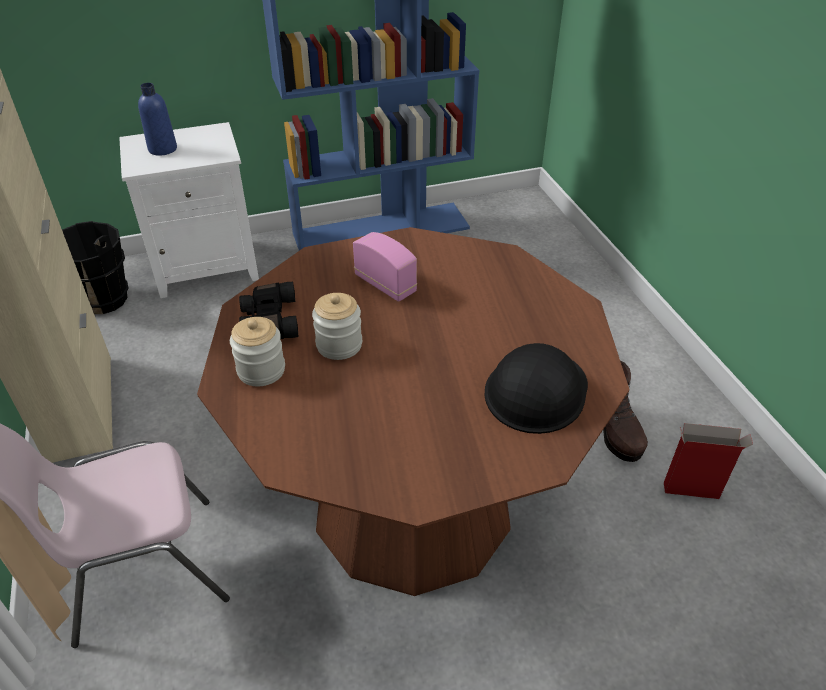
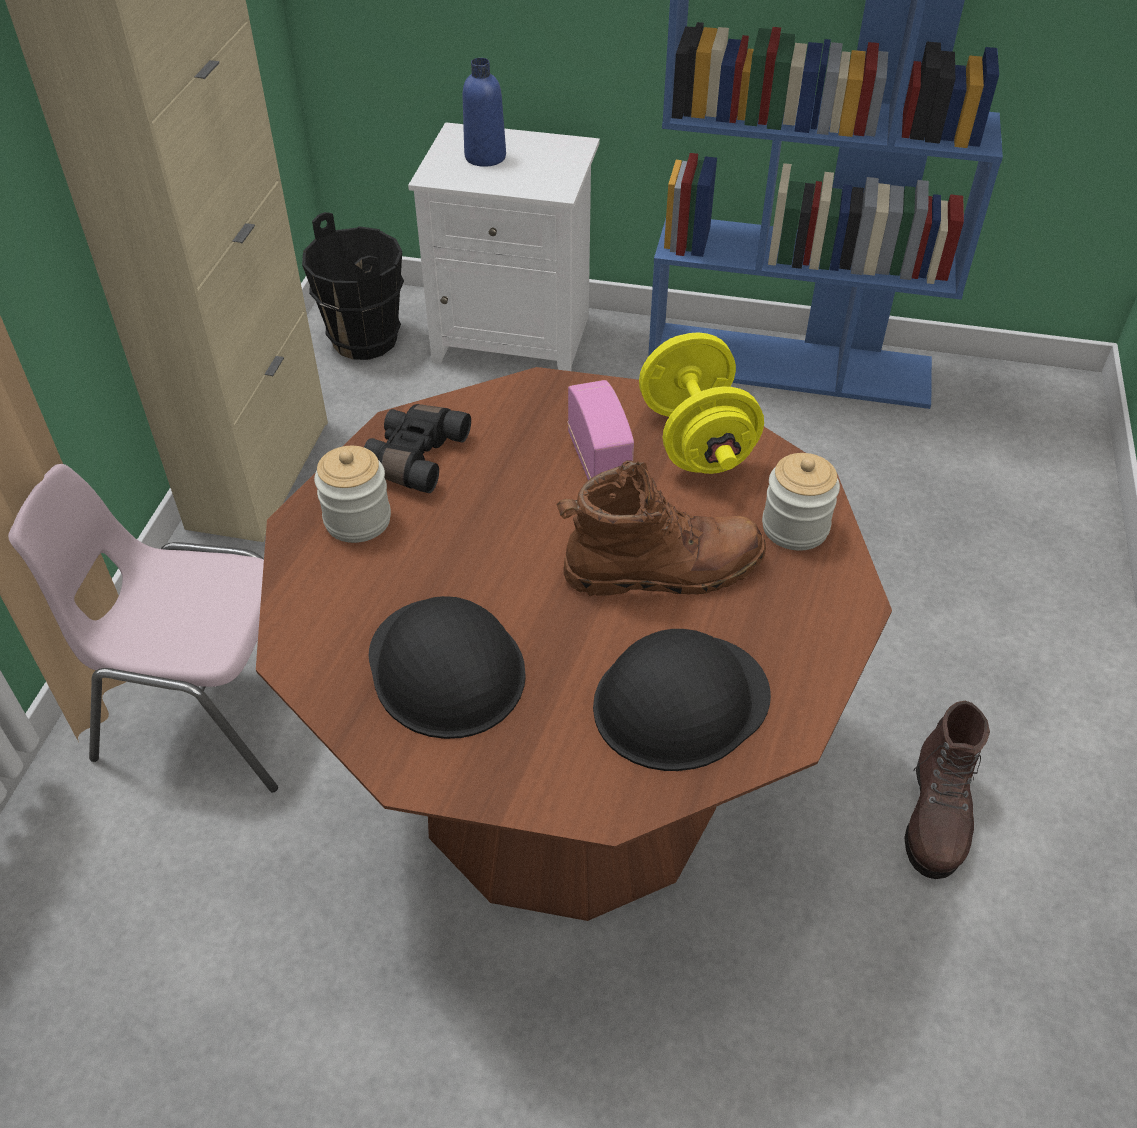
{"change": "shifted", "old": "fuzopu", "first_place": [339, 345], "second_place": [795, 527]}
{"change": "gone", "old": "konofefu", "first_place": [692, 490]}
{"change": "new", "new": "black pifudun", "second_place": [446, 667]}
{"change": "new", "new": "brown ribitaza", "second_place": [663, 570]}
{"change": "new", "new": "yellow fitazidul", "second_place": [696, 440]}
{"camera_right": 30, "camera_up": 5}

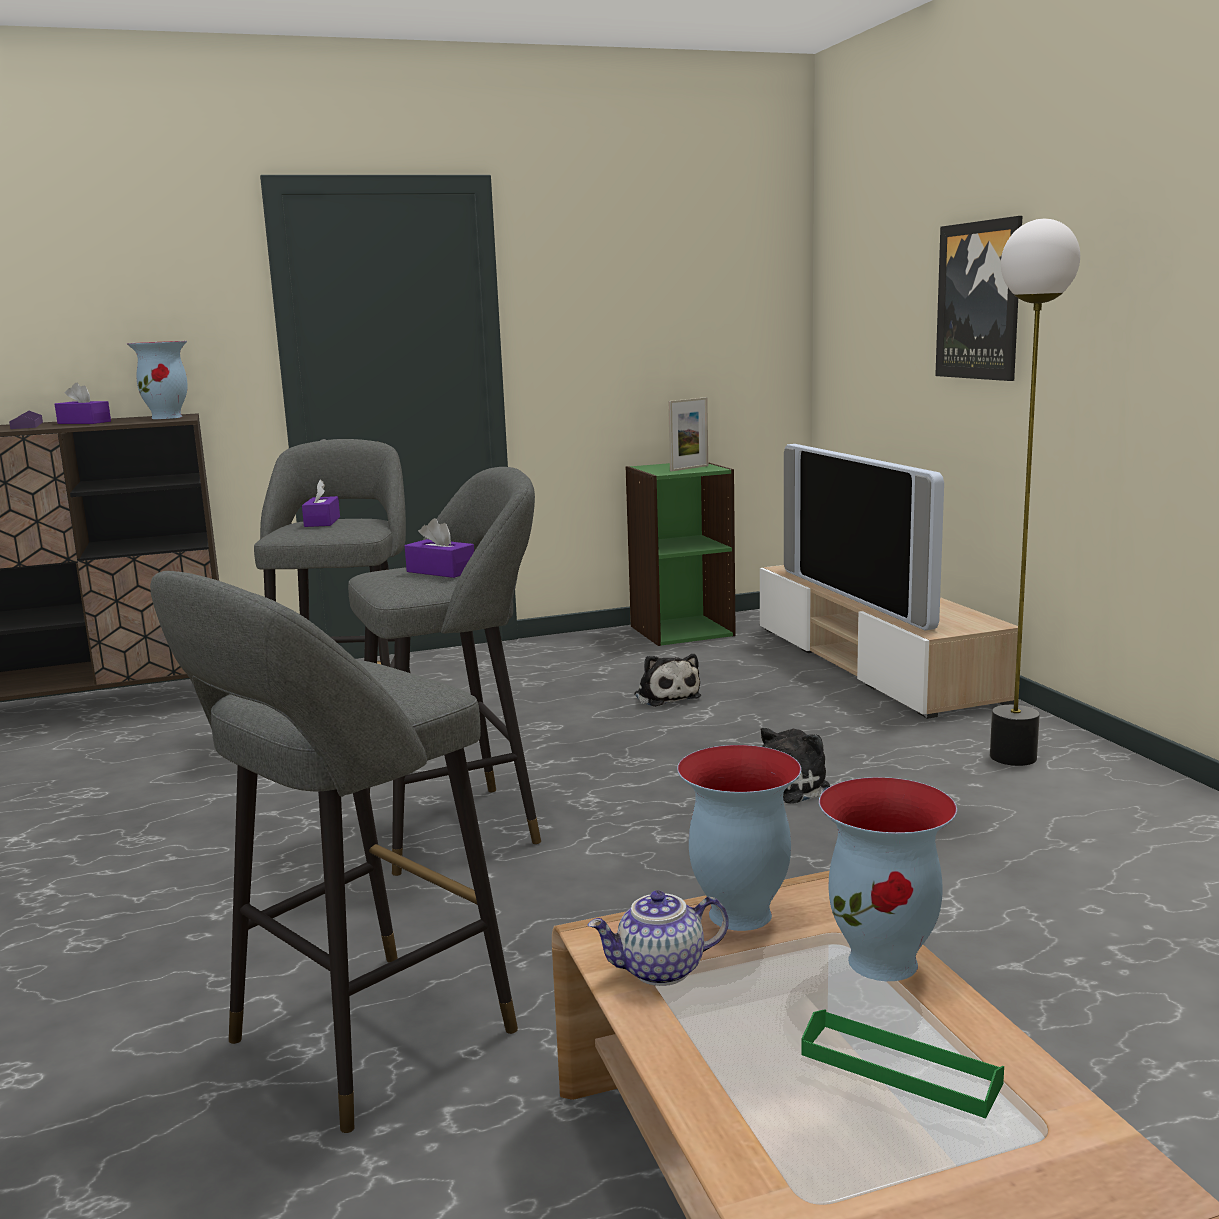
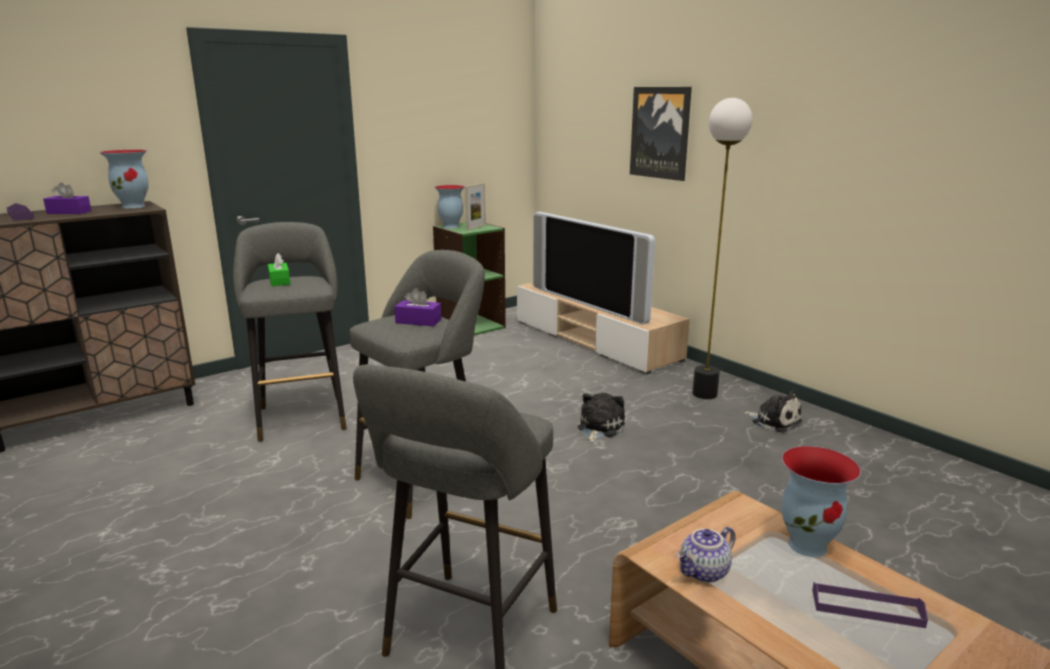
{"change": "repainted", "old": "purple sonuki", "new": "green sonuki", "first_place": [322, 522], "second_place": [279, 281]}
{"change": "shifted", "old": "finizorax", "first_place": [666, 696], "second_place": [774, 421]}
{"change": "shifted", "old": "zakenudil", "first_place": [738, 915], "second_place": [450, 226]}
{"change": "repainted", "old": "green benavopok", "new": "purple benavopok", "first_place": [899, 1069], "second_place": [867, 608]}
{"camera_right": -20, "camera_up": 5}

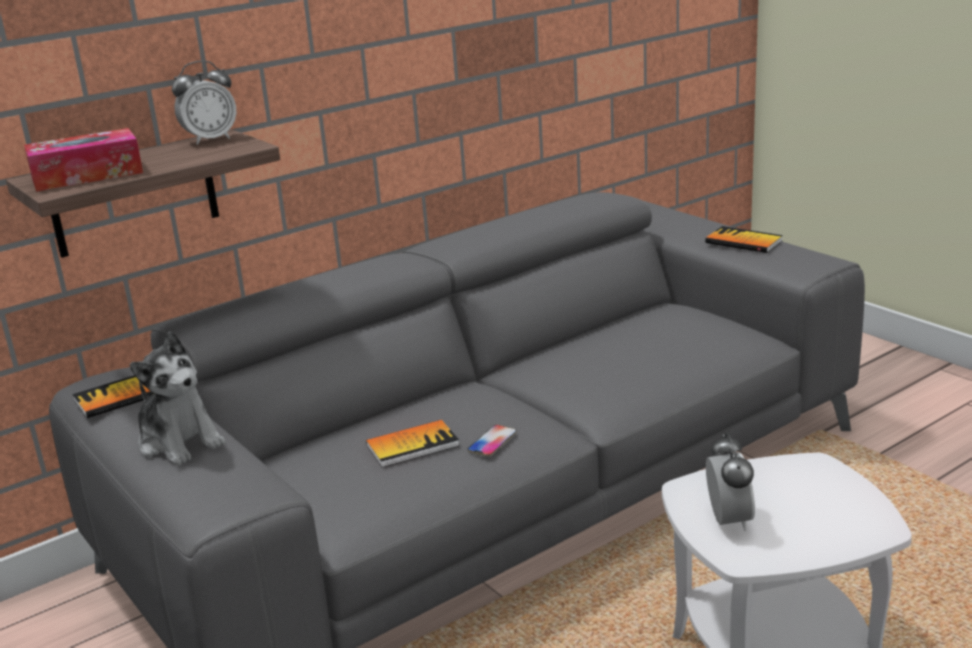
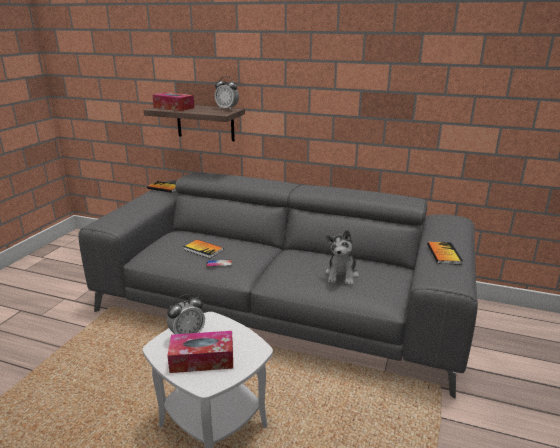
{"change": "shifted", "old": "finizorax", "first_place": [180, 441], "second_place": [342, 275]}
{"change": "new", "new": "sonuki", "second_place": [202, 359]}
{"camera_right": 55, "camera_up": 0}

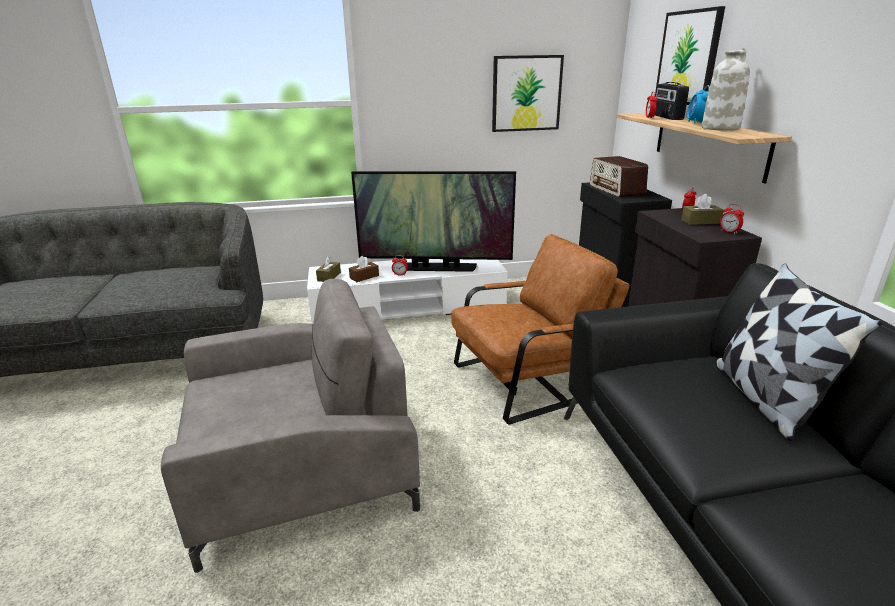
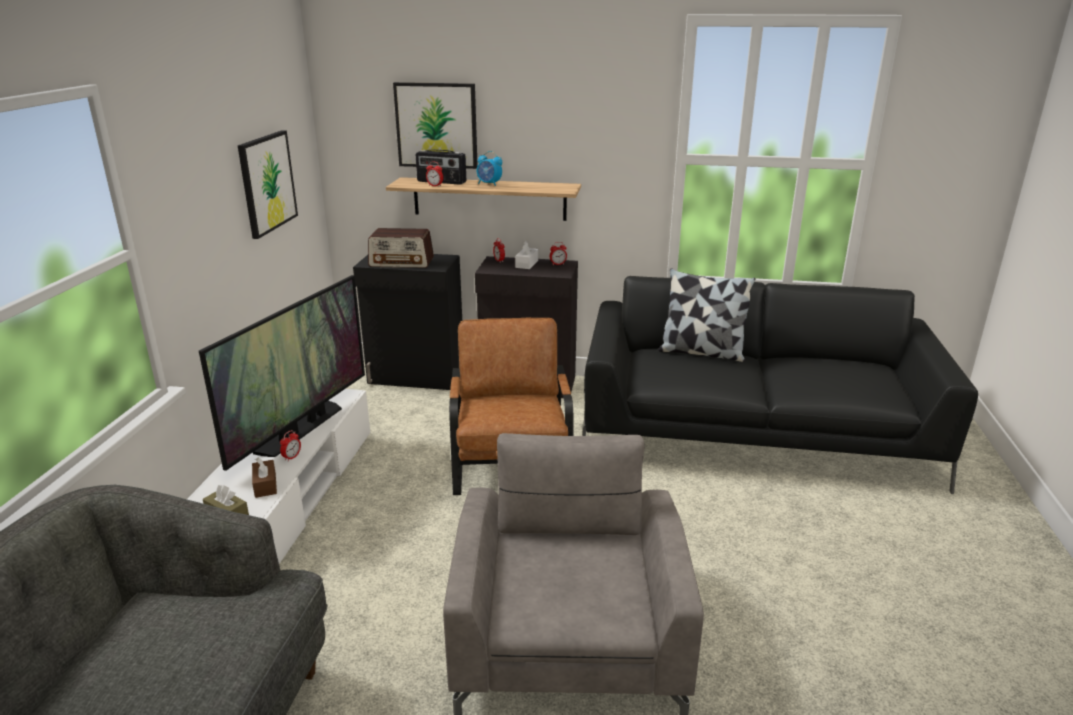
{"change": "repainted", "old": "brown sonuki", "new": "white sonuki", "first_place": [700, 221], "second_place": [526, 264]}
{"change": "gone", "old": "white zakenudil", "first_place": [720, 128]}
{"camera_right": -70, "camera_up": 0}

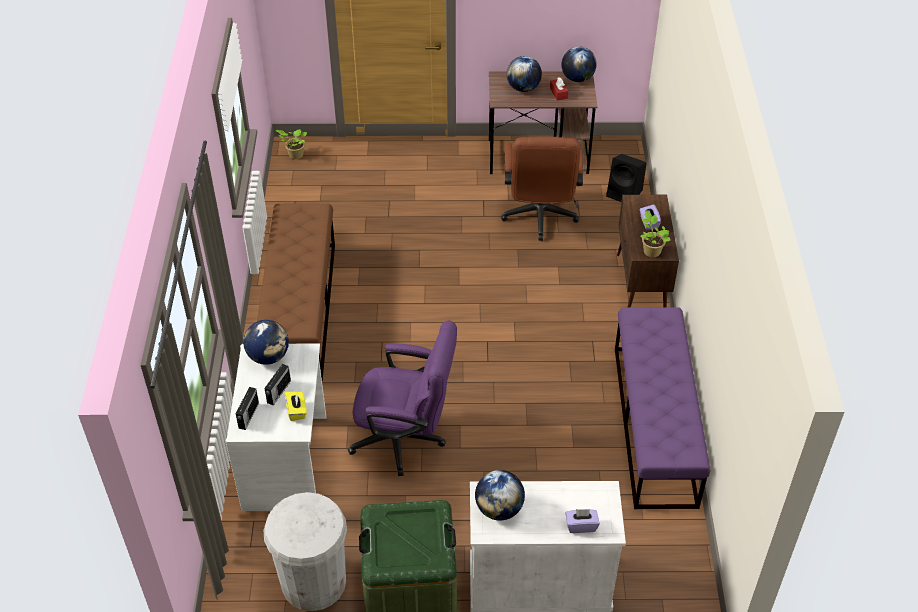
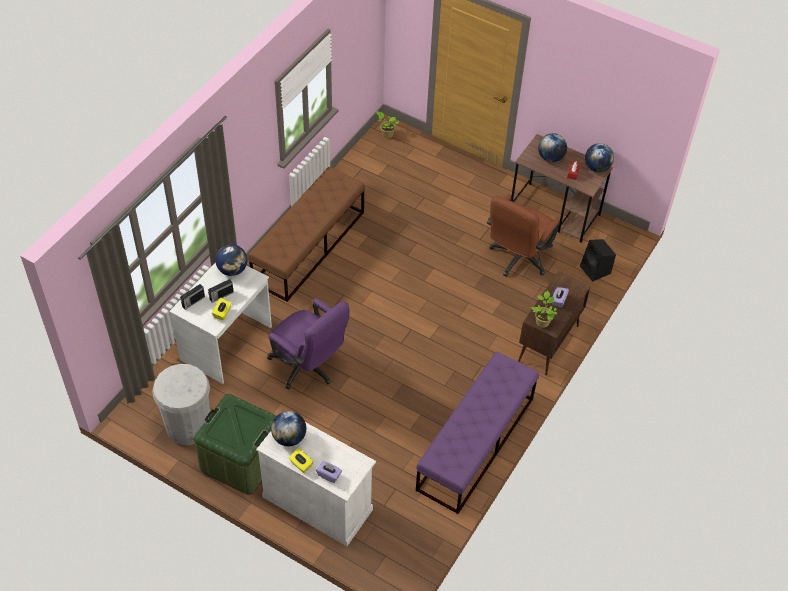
{"change": "new", "new": "yellow sonuki", "second_place": [301, 464]}
{"camera_right": 30, "camera_up": 5}

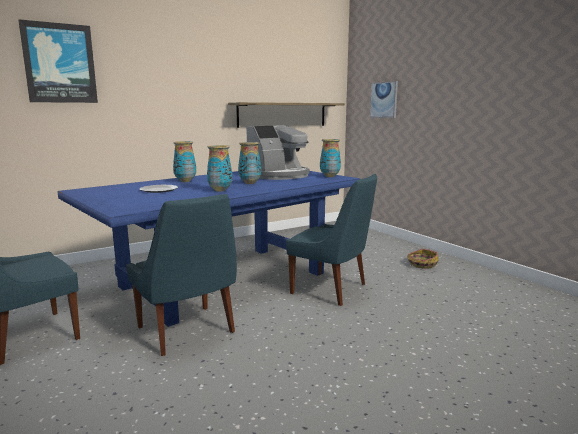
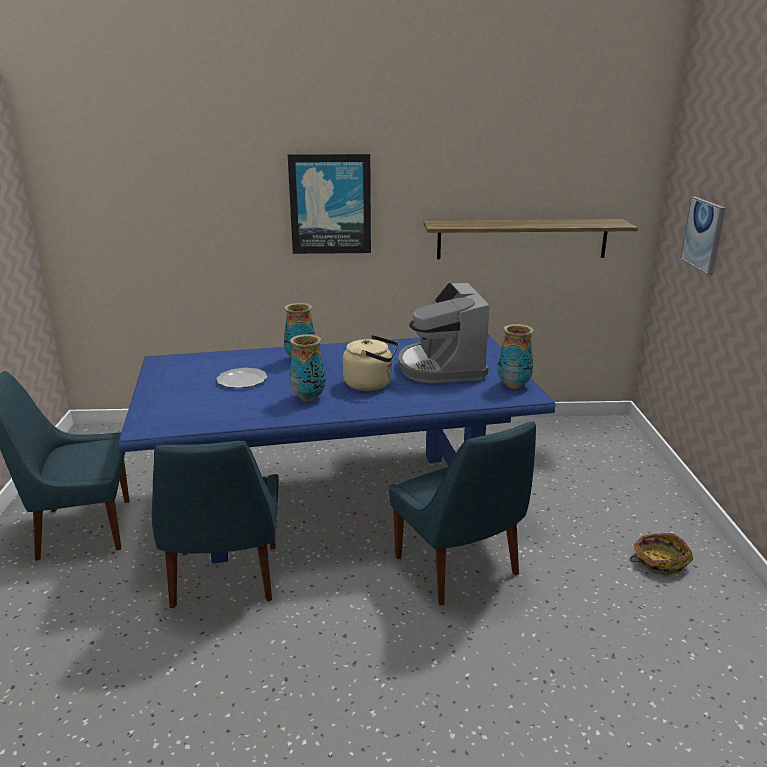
{"change": "shifted", "old": "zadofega", "first_place": [60, 63], "second_place": [330, 204]}
{"change": "swapped", "old": "zakenudil", "new": "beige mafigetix", "first_place": [250, 183], "second_place": [371, 384]}
{"change": "rotated", "old": "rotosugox", "first_place": [279, 175], "second_place": [441, 367], "degrees": 90}
{"camera_right": 30, "camera_up": 10}

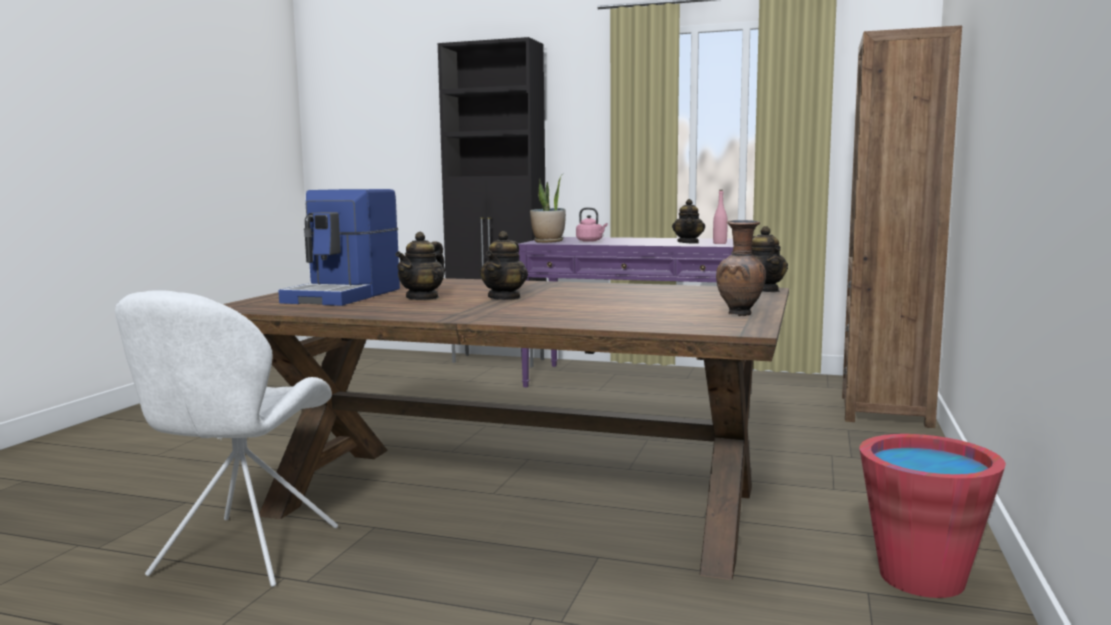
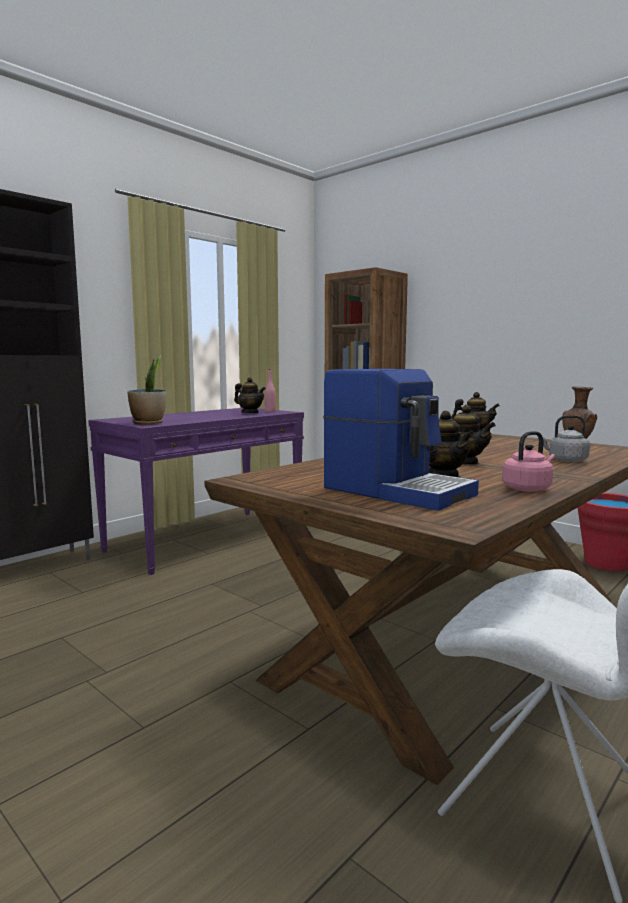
{"change": "shifted", "old": "pink mafigetix", "first_place": [590, 241], "second_place": [528, 488]}
{"change": "new", "new": "grey mafigetix", "second_place": [565, 460]}
{"camera_right": -65, "camera_up": 0}

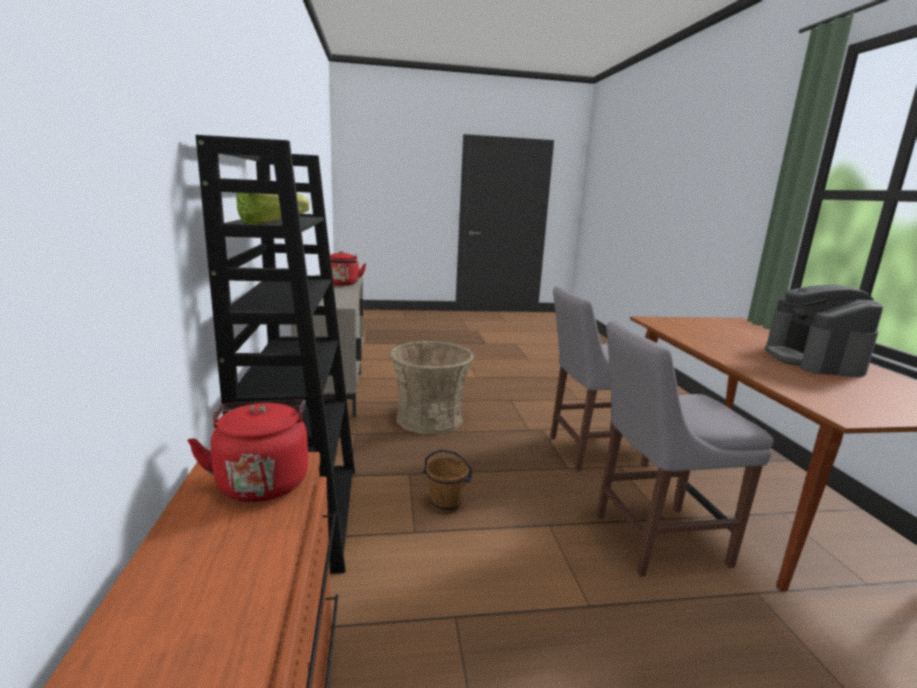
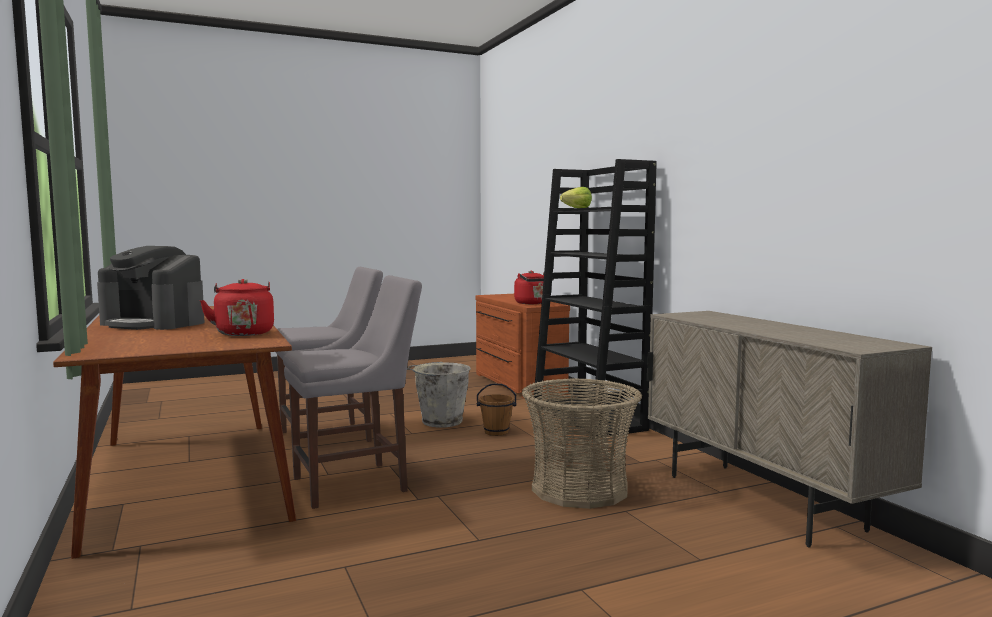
{"change": "shifted", "old": "red mafigetix", "first_place": [342, 284], "second_place": [244, 333]}
{"change": "rotated", "old": "rotosugox", "first_place": [812, 360], "second_place": [154, 323], "degrees": 120}
{"change": "new", "new": "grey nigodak", "second_place": [440, 421]}
{"camera_right": 165, "camera_up": -10}

